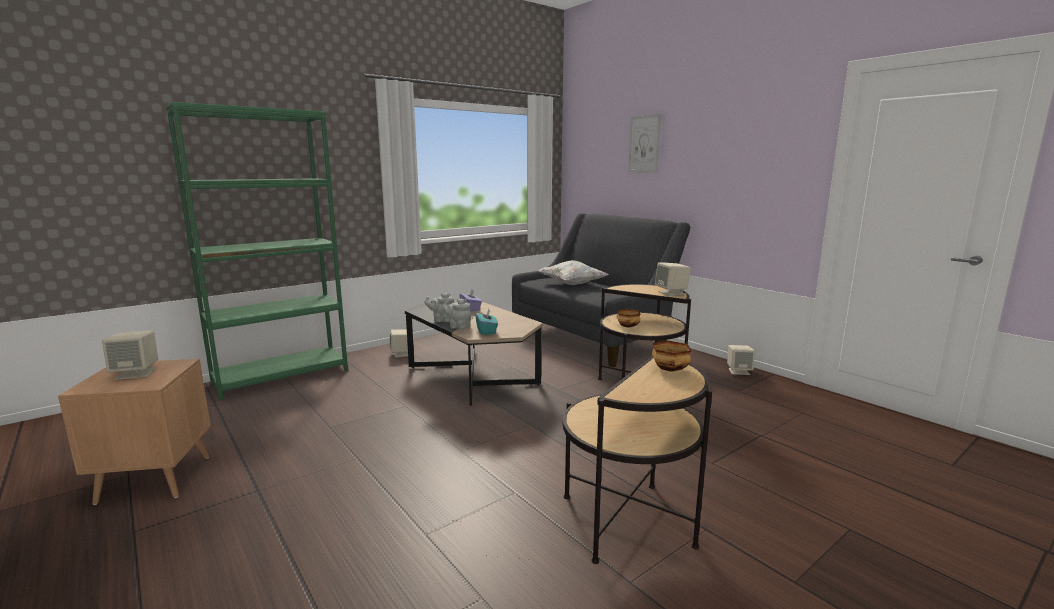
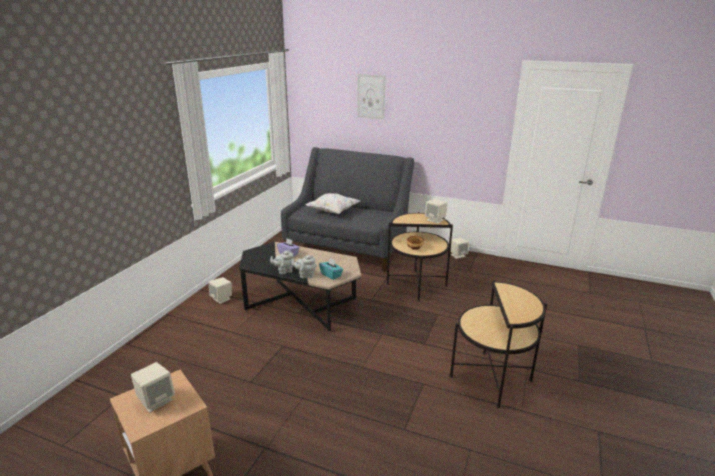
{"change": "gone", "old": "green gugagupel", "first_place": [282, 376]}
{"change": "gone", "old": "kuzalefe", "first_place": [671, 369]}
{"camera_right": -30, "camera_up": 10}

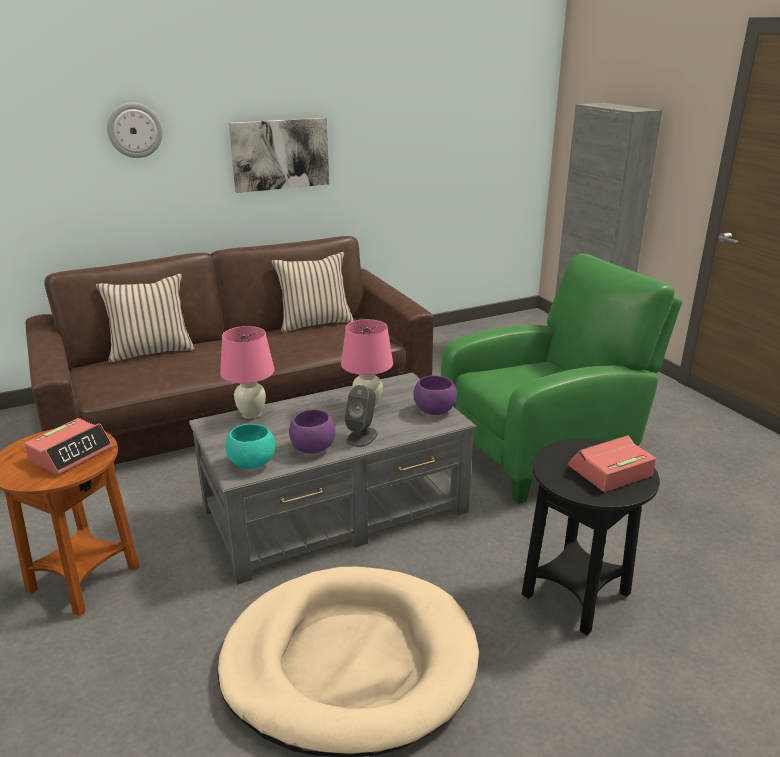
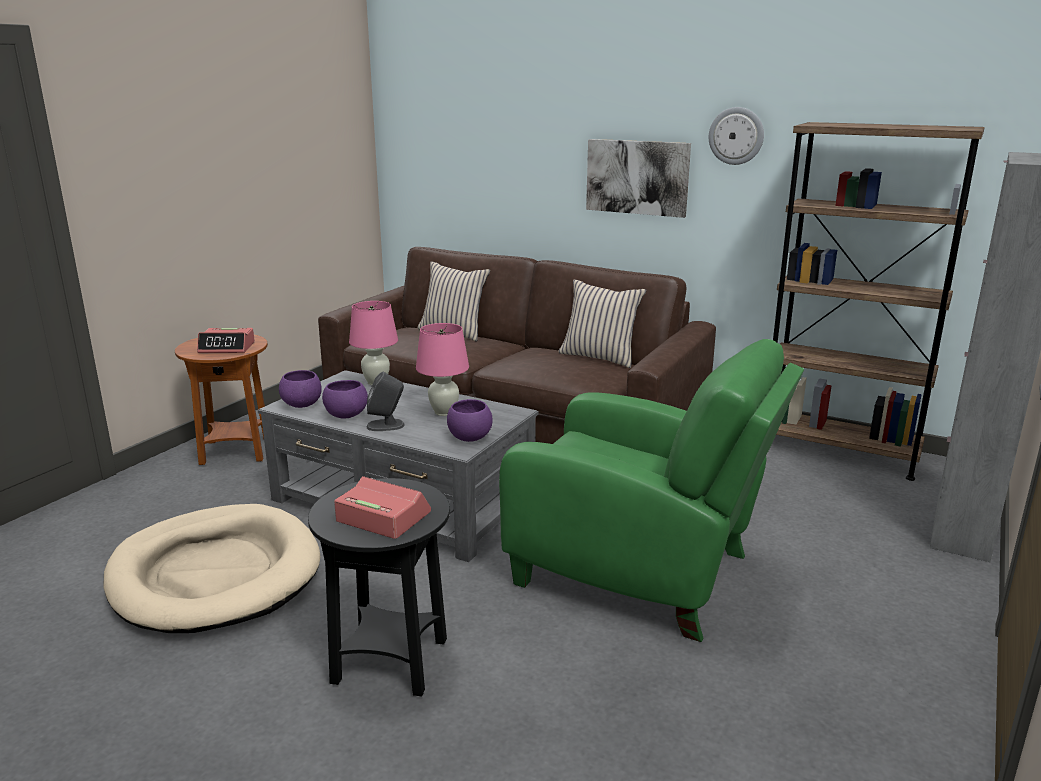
{"change": "shifted", "old": "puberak", "first_place": [134, 130], "second_place": [736, 136]}
{"change": "repainted", "old": "turquoise kuzalefe", "new": "purple kuzalefe", "first_place": [252, 463], "second_place": [302, 405]}
{"change": "new", "new": "brown gugagupel", "second_place": [838, 452]}
{"camera_right": 55, "camera_up": -5}

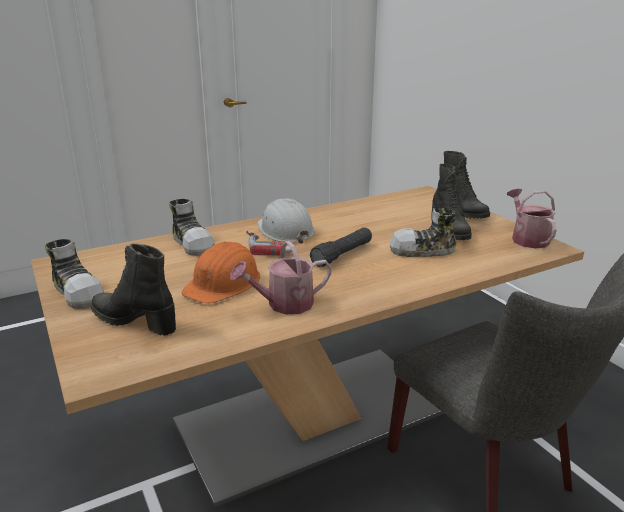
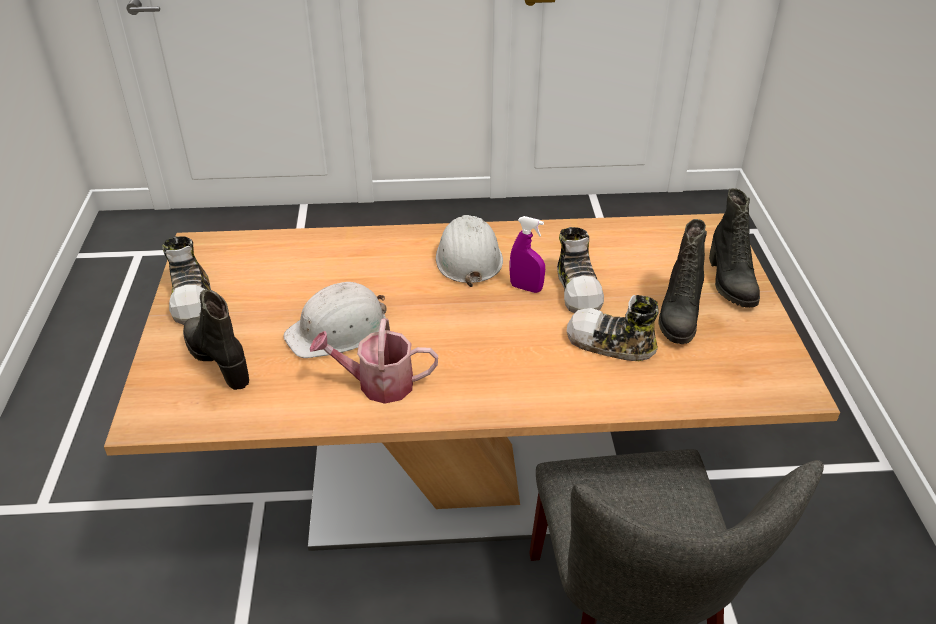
{"change": "shifted", "old": "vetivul", "first_place": [193, 243], "second_place": [579, 289]}
{"change": "repainted", "old": "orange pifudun", "new": "white pifudun", "first_place": [224, 283], "second_place": [338, 330]}
{"change": "gone", "old": "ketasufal", "first_place": [269, 246]}
{"change": "gone", "old": "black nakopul", "first_place": [342, 255]}
{"change": "gone", "old": "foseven", "first_place": [527, 238]}
{"change": "new", "new": "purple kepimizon", "second_place": [526, 288]}
{"camera_right": 25, "camera_up": 15}

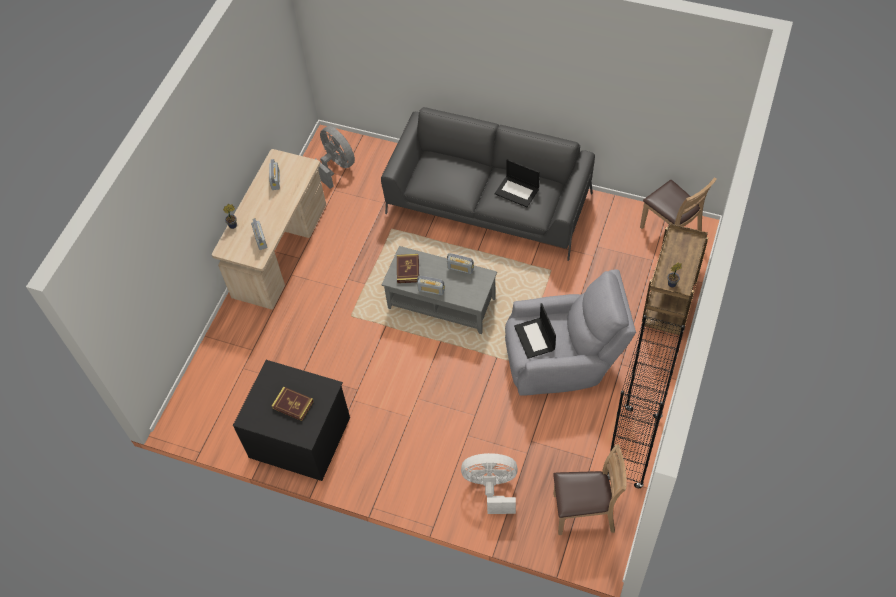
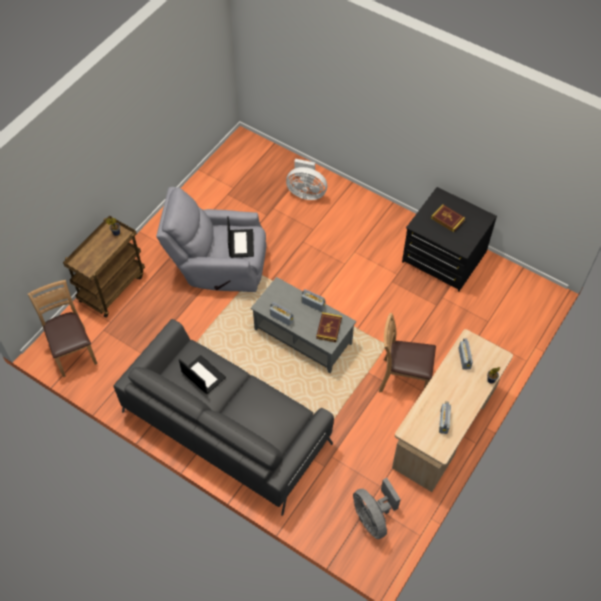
{"change": "shifted", "old": "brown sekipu", "first_place": [584, 512], "second_place": [403, 378]}
{"change": "gone", "old": "black gugagupel", "first_place": [633, 448]}
{"camera_right": -170, "camera_up": 0}

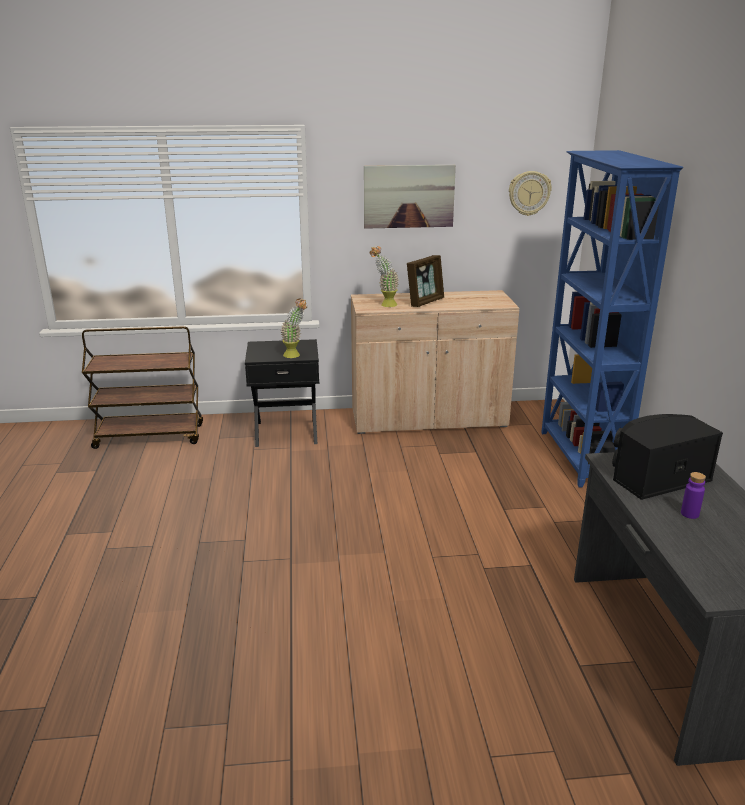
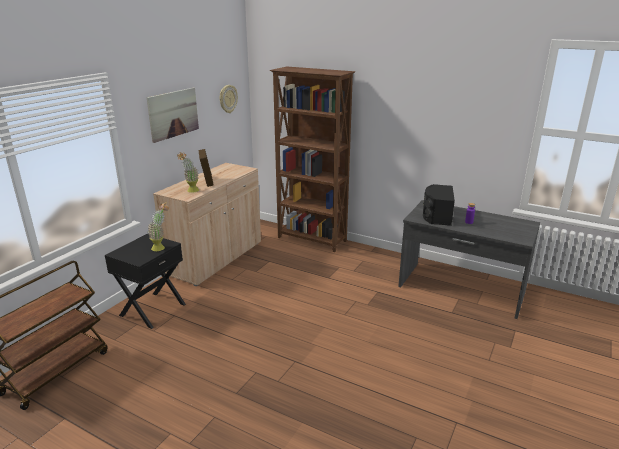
{"change": "repainted", "old": "blue gugagupel", "new": "brown gugagupel", "first_place": [580, 457], "second_place": [312, 240]}
{"camera_right": -55, "camera_up": 0}

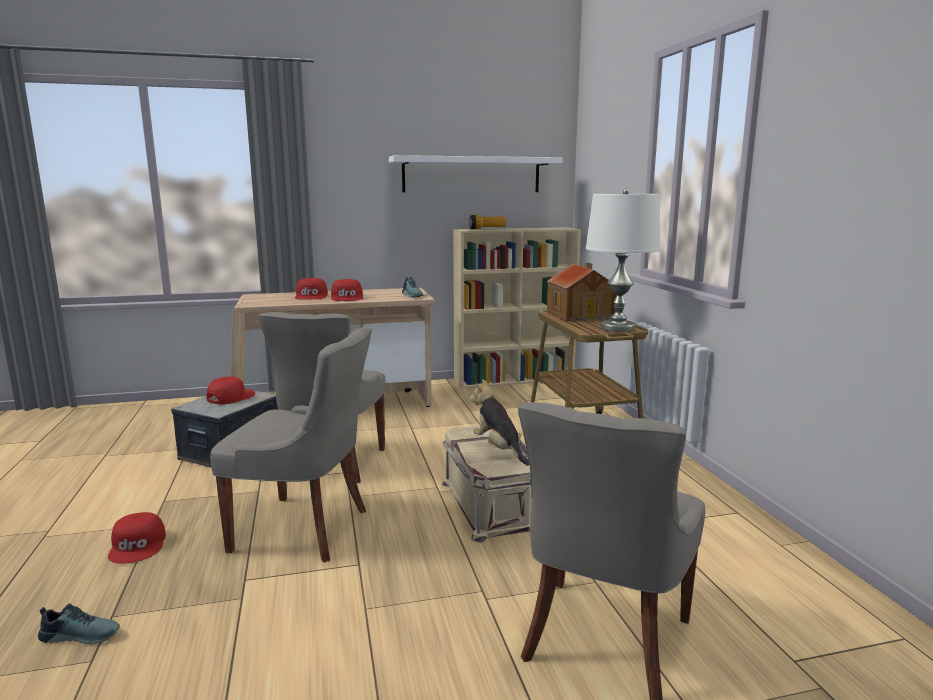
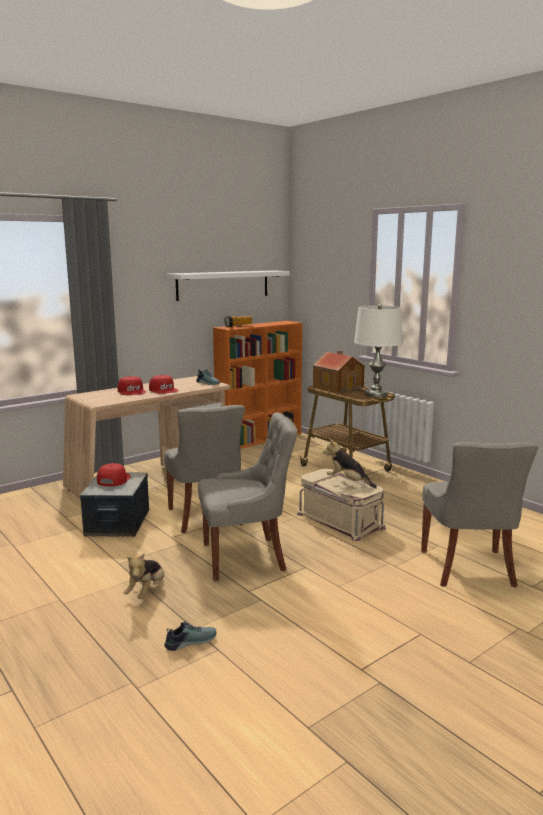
{"change": "swapped", "old": "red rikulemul", "new": "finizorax", "first_place": [138, 545], "second_place": [146, 591]}
{"change": "repainted", "old": "beige gugagupel", "new": "orange gugagupel", "first_place": [515, 379], "second_place": [260, 439]}
{"camera_right": -25, "camera_up": 0}

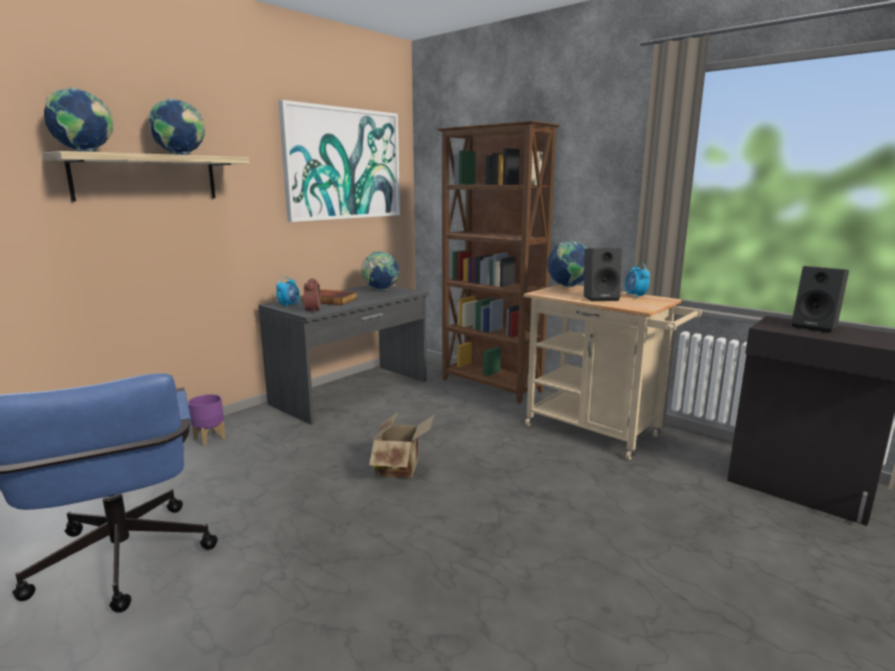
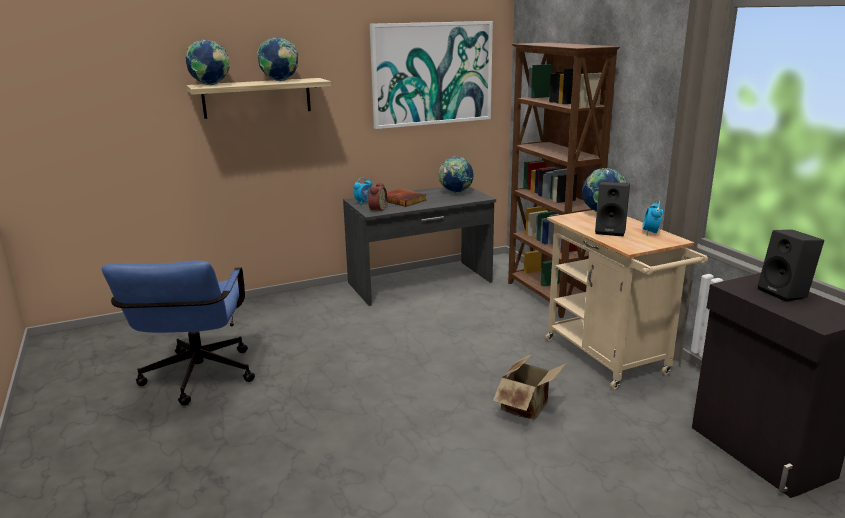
{"change": "gone", "old": "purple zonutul", "first_place": [209, 438]}
{"change": "shifted", "old": "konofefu", "first_place": [401, 468], "second_place": [528, 408]}
{"camera_right": 25, "camera_up": 5}

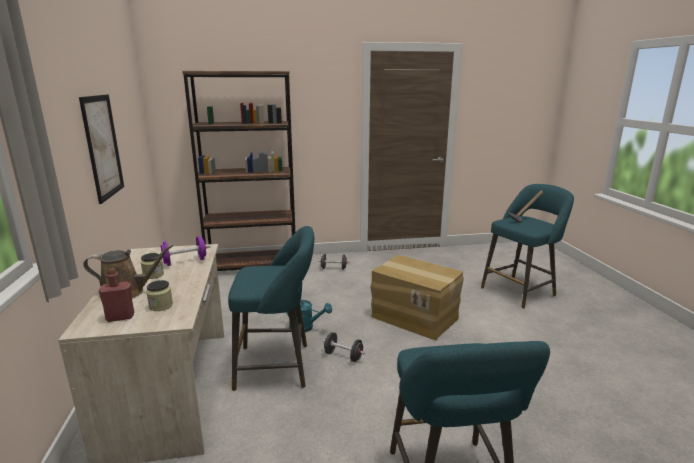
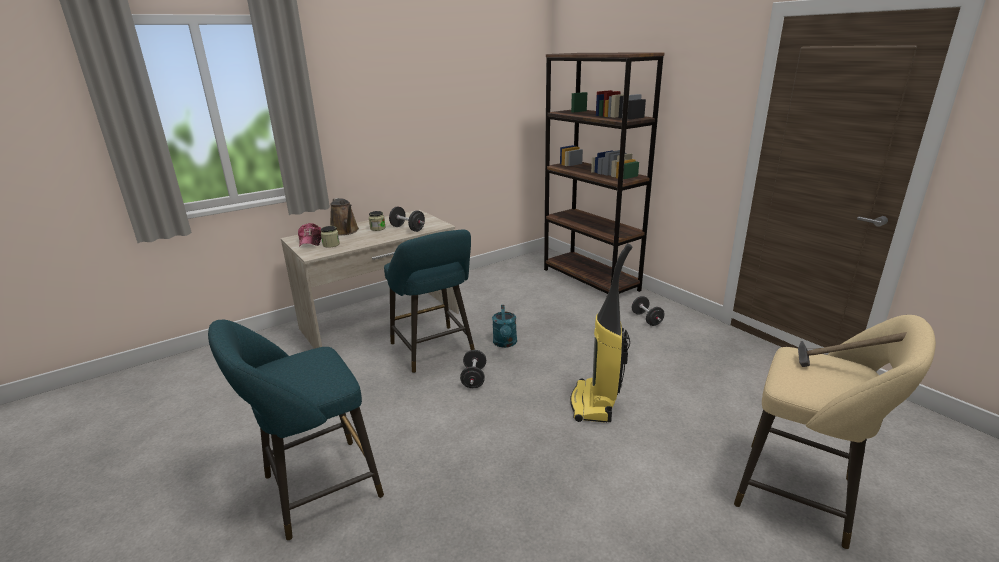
{"change": "gone", "old": "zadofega", "first_place": [102, 147]}
{"change": "swapped", "old": "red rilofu", "new": "rikulemul", "first_place": [120, 317], "second_place": [311, 241]}
{"change": "repainted", "old": "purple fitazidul", "new": "black fitazidul", "first_place": [185, 262], "second_place": [407, 228]}
{"change": "swapped", "old": "konofefu", "new": "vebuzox", "first_place": [415, 316], "second_place": [595, 404]}
{"change": "repainted", "old": "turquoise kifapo", "new": "beige kifapo", "first_place": [520, 291], "second_place": [803, 496]}
{"camera_right": 65, "camera_up": 5}

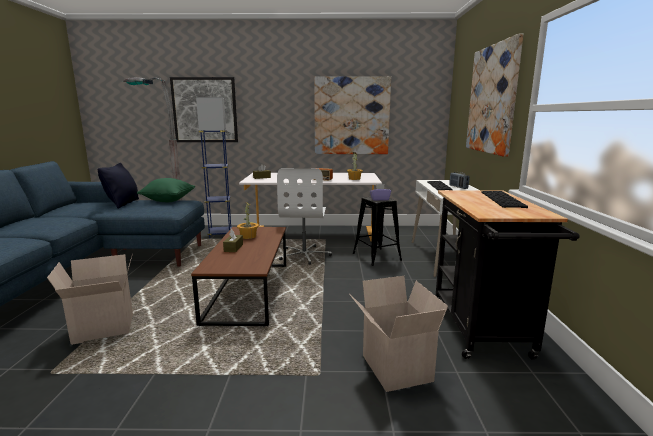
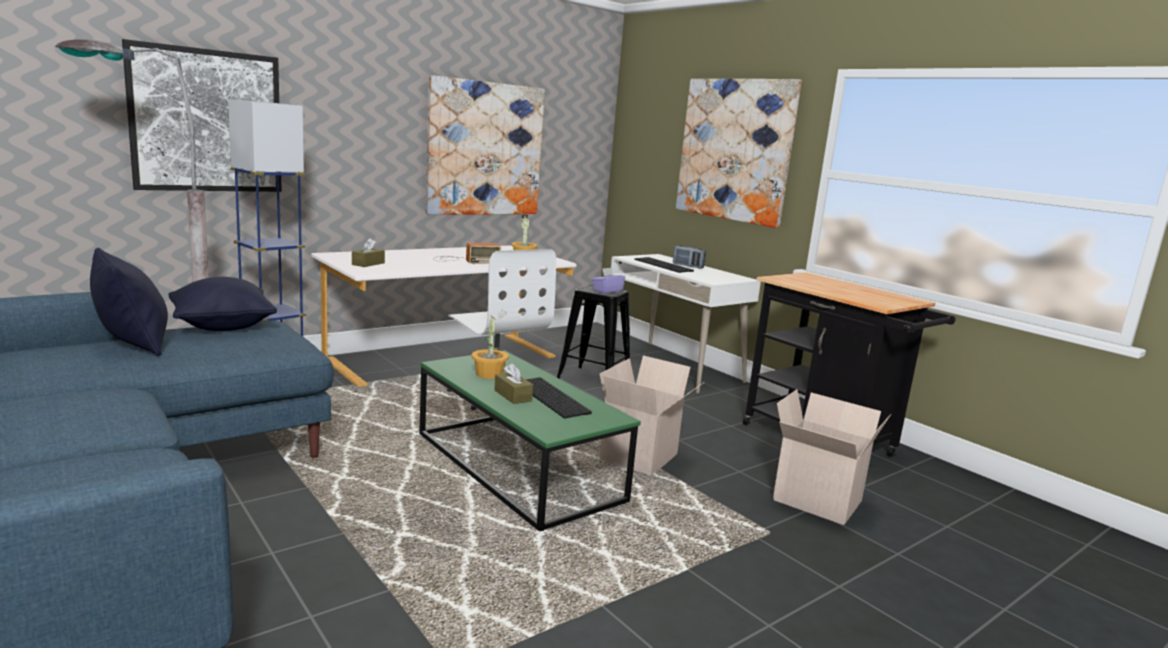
{"change": "shifted", "old": "konofefu", "first_place": [102, 329], "second_place": [641, 458]}
{"change": "repainted", "old": "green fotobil", "new": "black fotobil", "first_place": [168, 201], "second_place": [223, 327]}
{"change": "repainted", "old": "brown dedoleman", "new": "green dedoleman", "first_place": [249, 292], "second_place": [517, 467]}
{"change": "shifted", "old": "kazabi", "first_place": [504, 199], "second_place": [553, 397]}
{"camera_right": -40, "camera_up": 0}

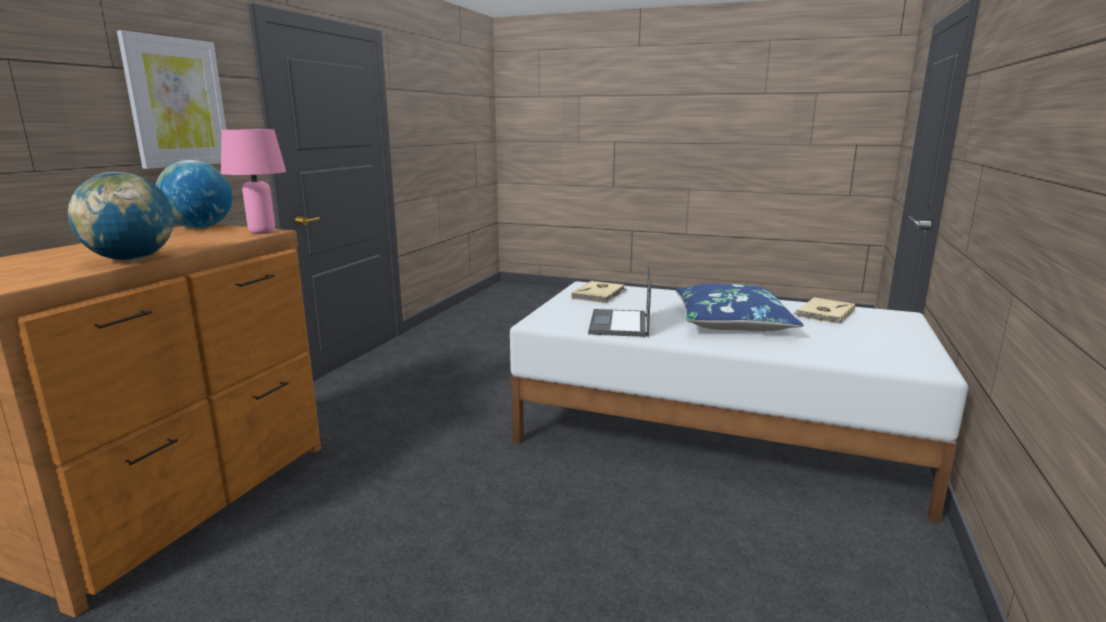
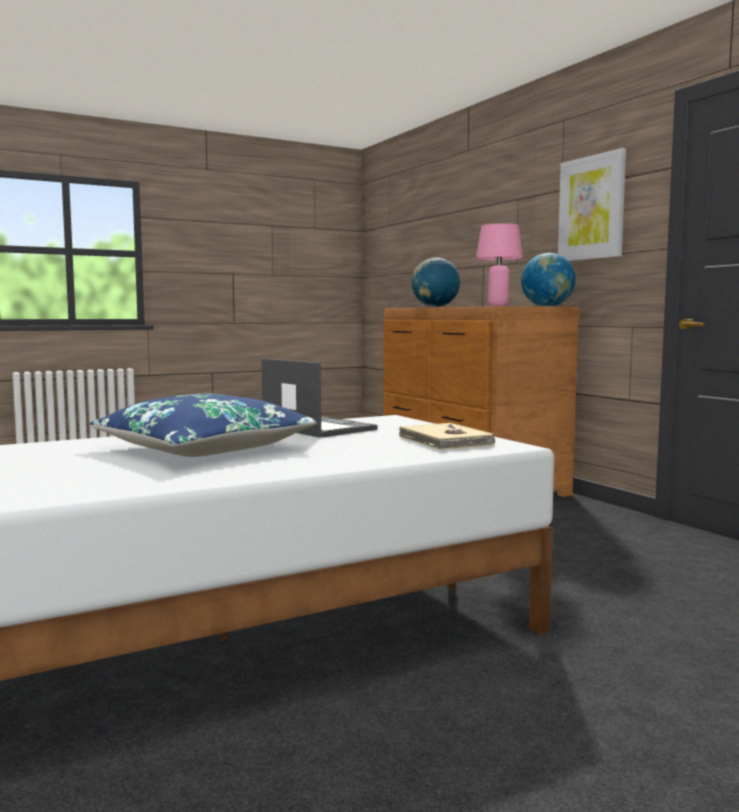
{"change": "gone", "old": "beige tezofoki", "first_place": [824, 313]}
{"camera_right": 130, "camera_up": -10}

